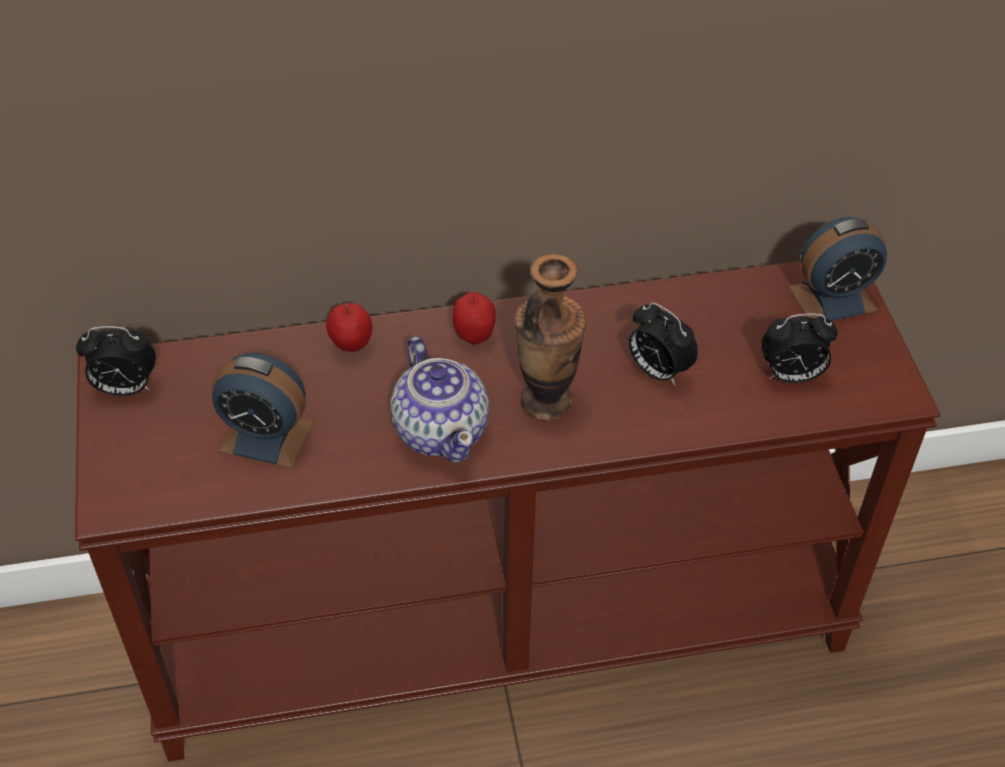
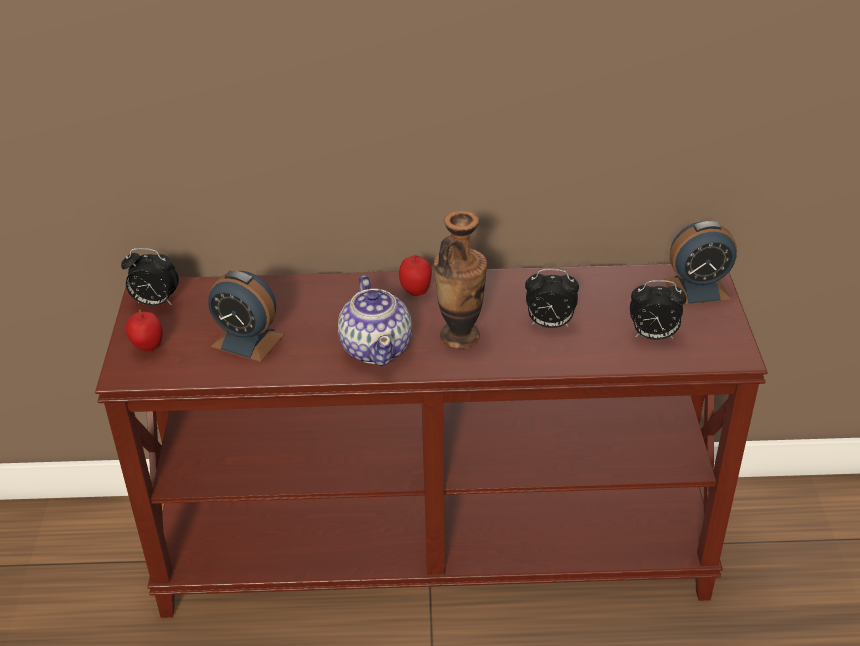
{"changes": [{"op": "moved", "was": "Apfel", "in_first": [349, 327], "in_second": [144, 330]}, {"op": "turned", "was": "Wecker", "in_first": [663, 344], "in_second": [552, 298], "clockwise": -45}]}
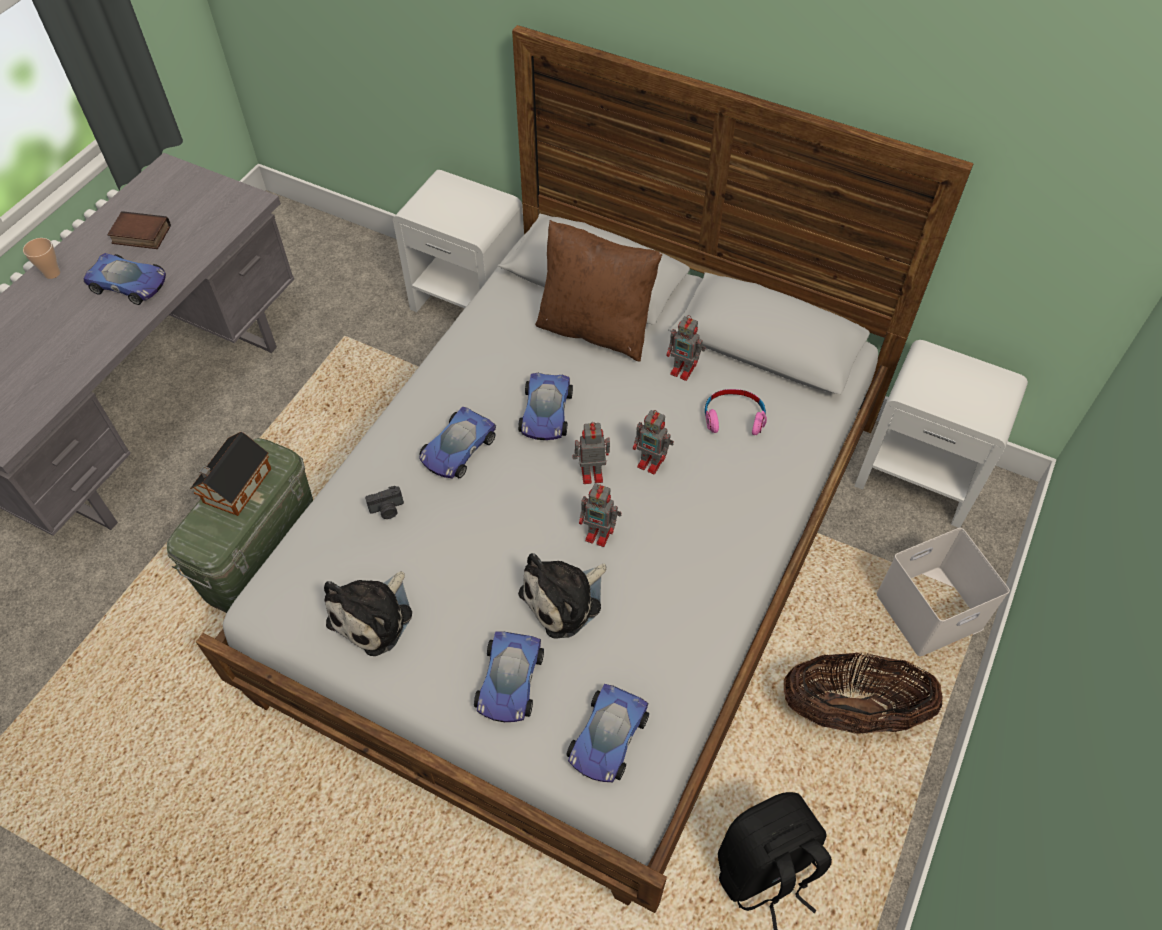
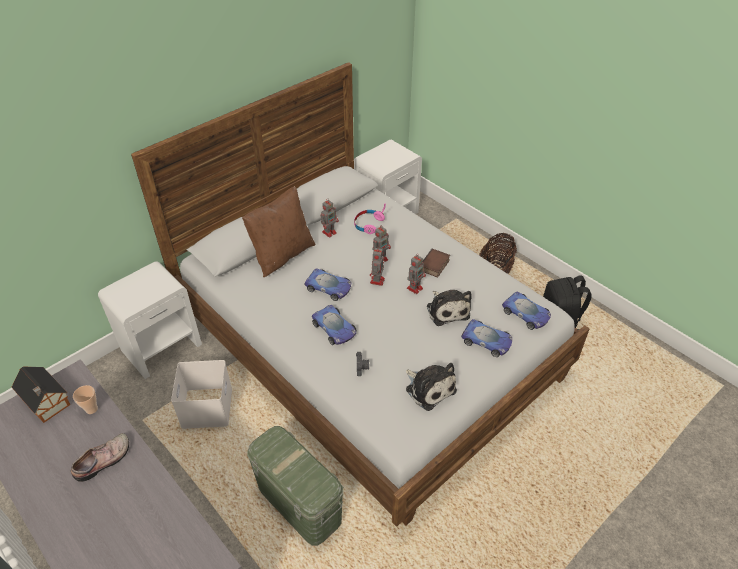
{"changes": [{"op": "moved", "was": "Tasse", "in_first": [41, 258], "in_second": [85, 399]}, {"op": "moved", "was": "Buch", "in_first": [139, 230], "in_second": [436, 263]}, {"op": "moved", "was": "Spielzeughaus", "in_first": [230, 474], "in_second": [41, 395]}, {"op": "moved", "was": "Aufbewahrungsbox (weiß)", "in_first": [943, 592], "in_second": [201, 394]}, {"op": "replaced", "was": "Spielzeugauto", "now": "Schuh", "in_first": [125, 279], "in_second": [100, 457]}]}
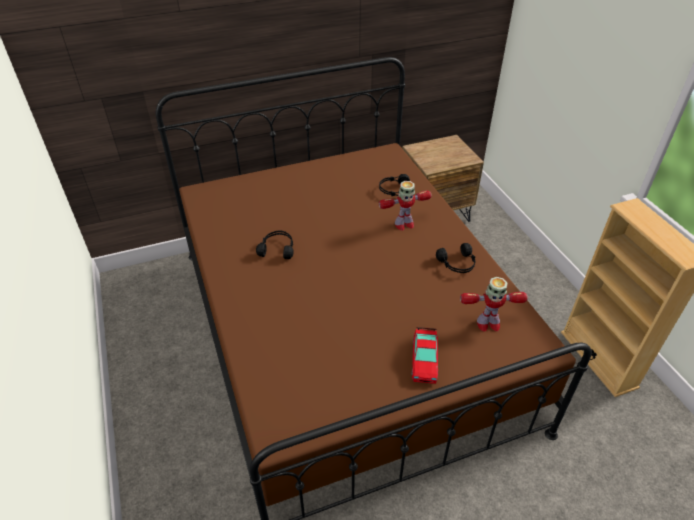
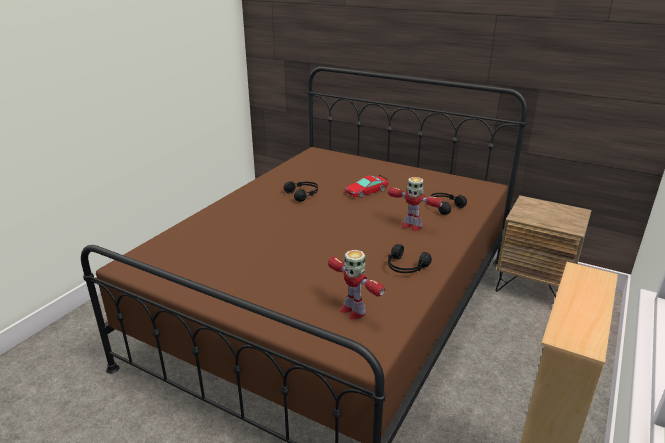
{"changes": [{"op": "moved", "was": "Spielzeugauto", "in_first": [424, 355], "in_second": [366, 186]}]}
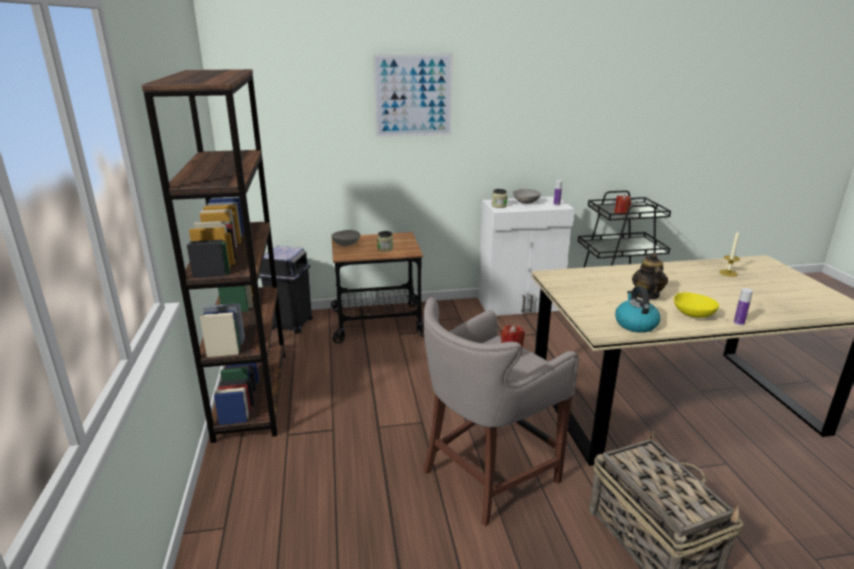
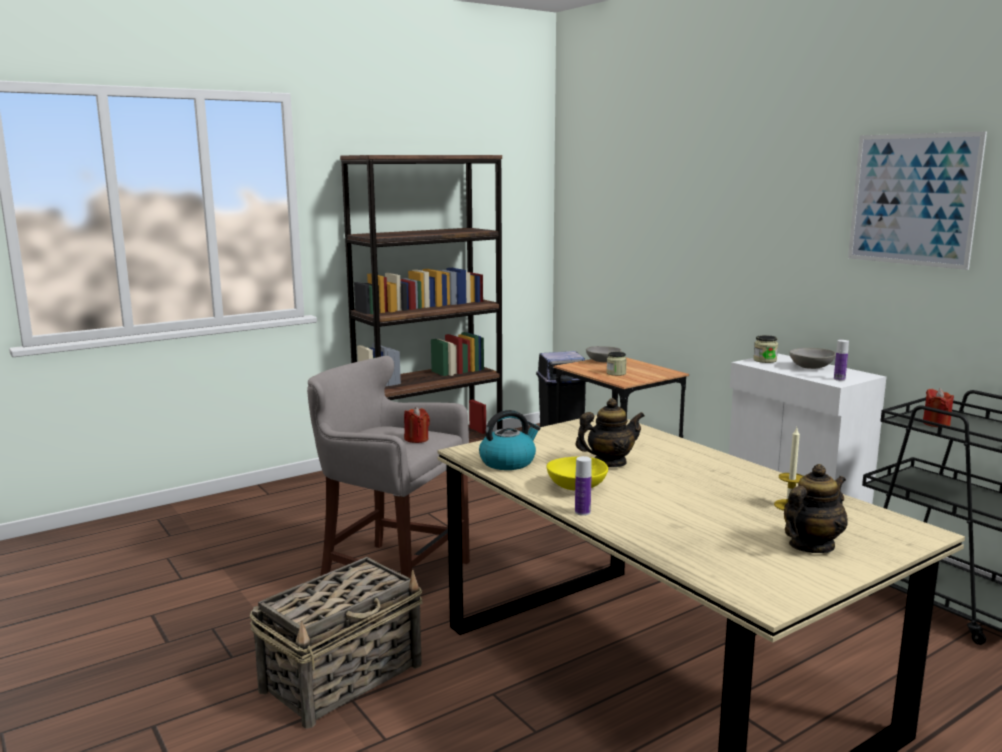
{"changes": [{"op": "added", "now": "Teekanne", "in_second": [816, 508]}, {"op": "moved", "was": "Bild", "in_first": [413, 95], "in_second": [917, 200]}]}
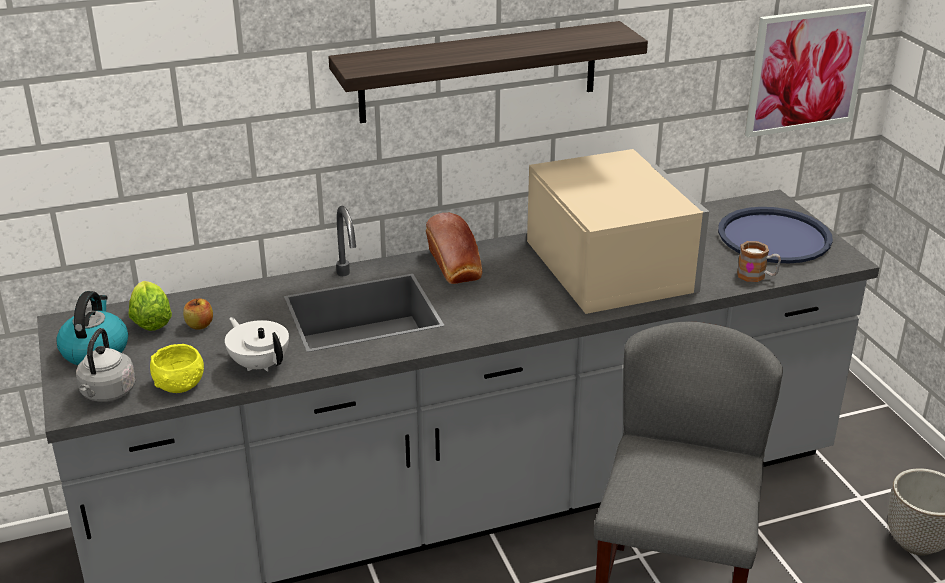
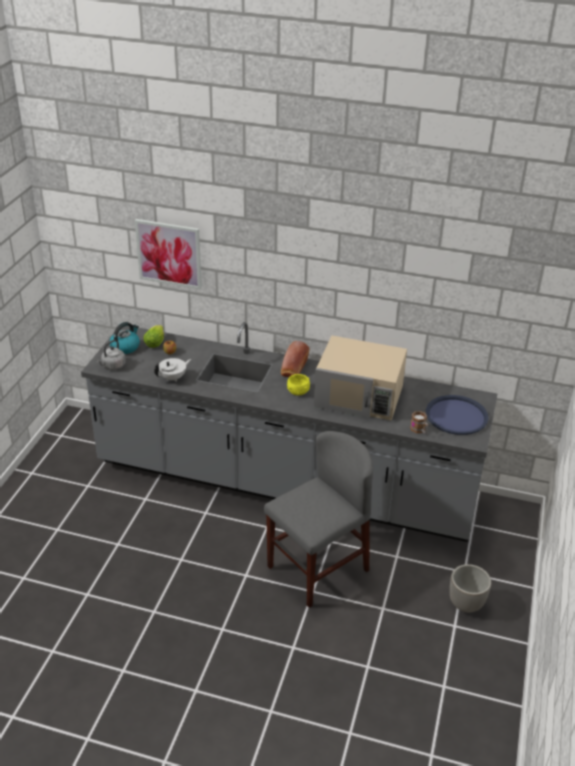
{"changes": [{"op": "removed", "was": "Wandregal", "in_first": [488, 72]}, {"op": "moved", "was": "Schüssel (gelb)", "in_first": [177, 368], "in_second": [298, 385]}, {"op": "moved", "was": "Bild", "in_first": [809, 70], "in_second": [168, 254]}, {"op": "turned", "was": "Teekanne (weiß)", "in_first": [257, 344], "in_second": [172, 370], "clockwise": 60}, {"op": "turned", "was": "Mikrowelle (beige)", "in_first": [618, 231], "in_second": [360, 378], "clockwise": 90}]}
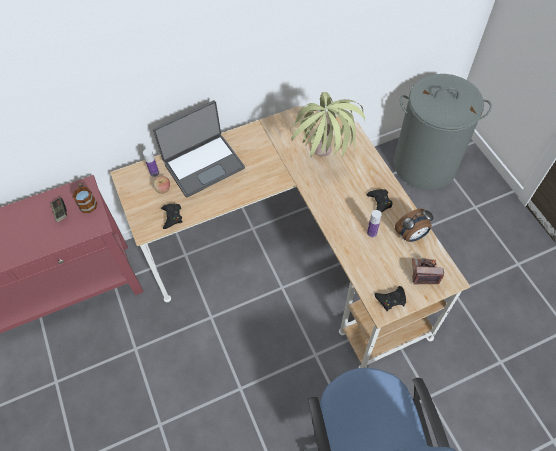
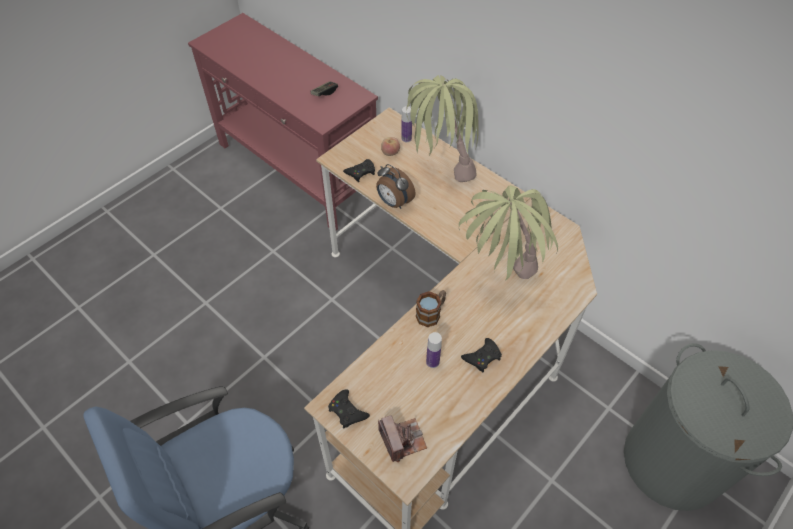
{"changes": [{"op": "moved", "was": "Henkelbecher", "in_first": [84, 197], "in_second": [431, 308]}, {"op": "moved", "was": "Wecker", "in_first": [414, 225], "in_second": [396, 186]}, {"op": "replaced", "was": "Laptop", "now": "Topfpflanze", "in_first": [199, 149], "in_second": [442, 128]}]}
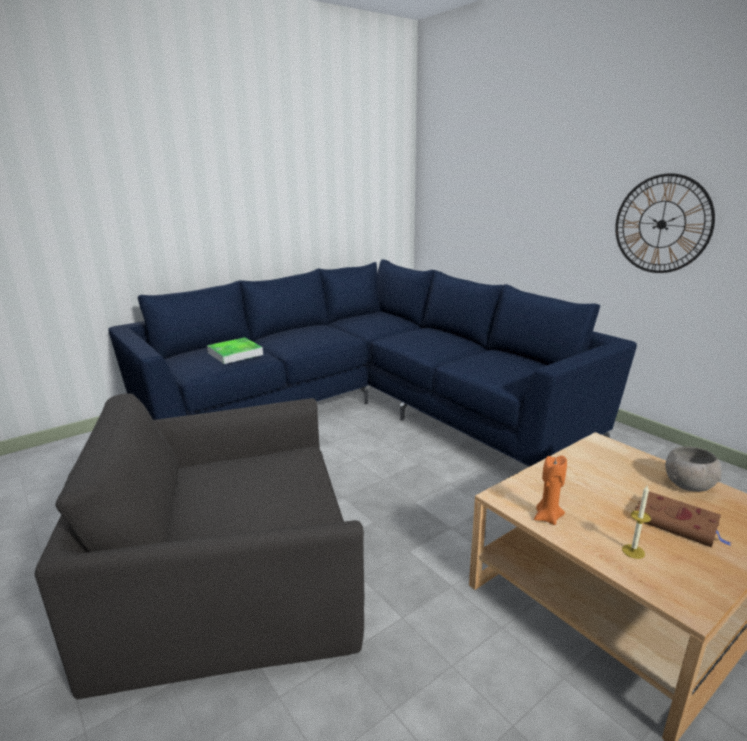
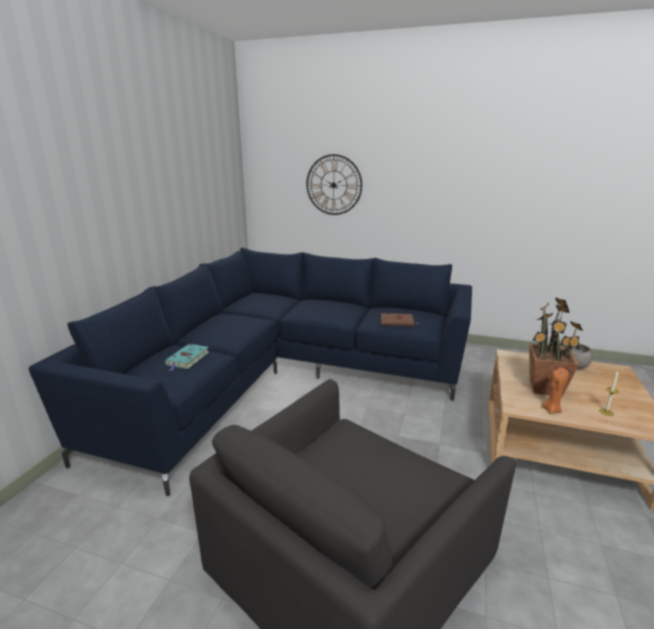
{"changes": [{"op": "added", "now": "Topfpflanze", "in_second": [556, 347]}, {"op": "moved", "was": "Wanduhr", "in_first": [665, 223], "in_second": [334, 184]}, {"op": "moved", "was": "Buch (braun)", "in_first": [682, 519], "in_second": [400, 319]}, {"op": "replaced", "was": "Tablett", "now": "Buch (türkis)", "in_first": [235, 350], "in_second": [187, 357]}]}
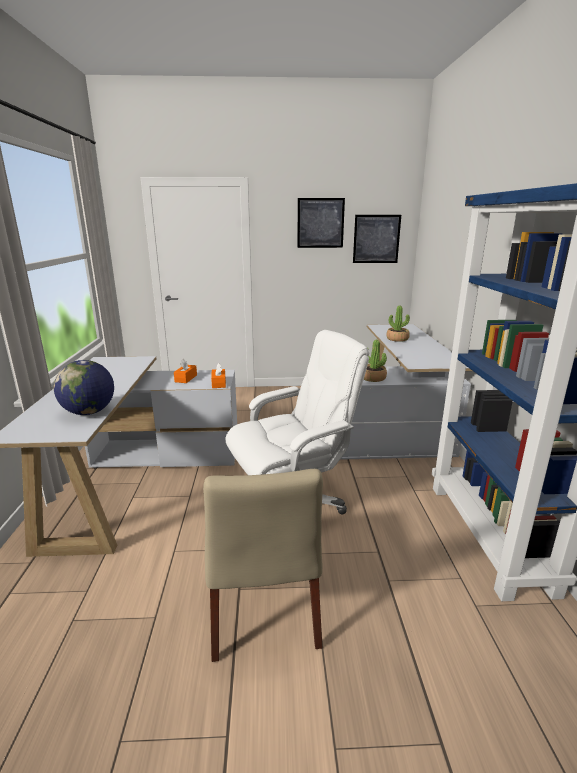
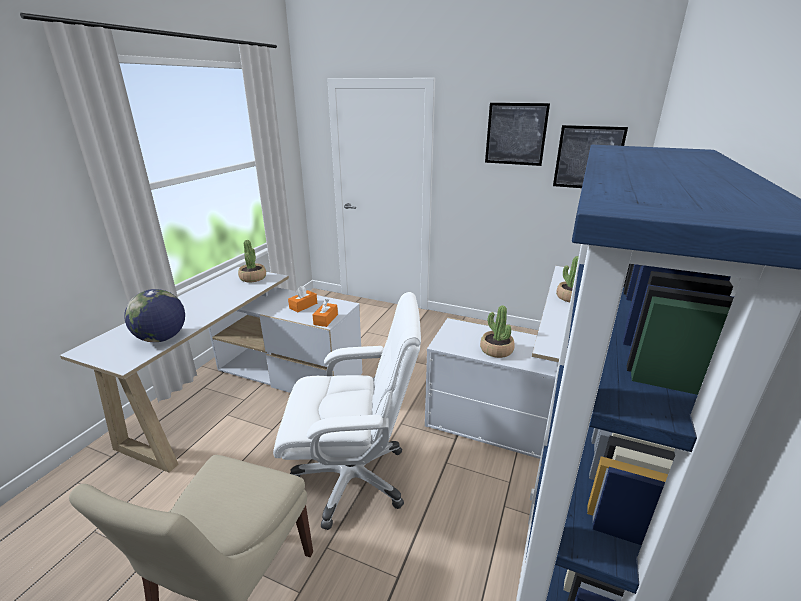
{"changes": [{"op": "added", "now": "Topfpflanze", "in_second": [252, 261]}]}
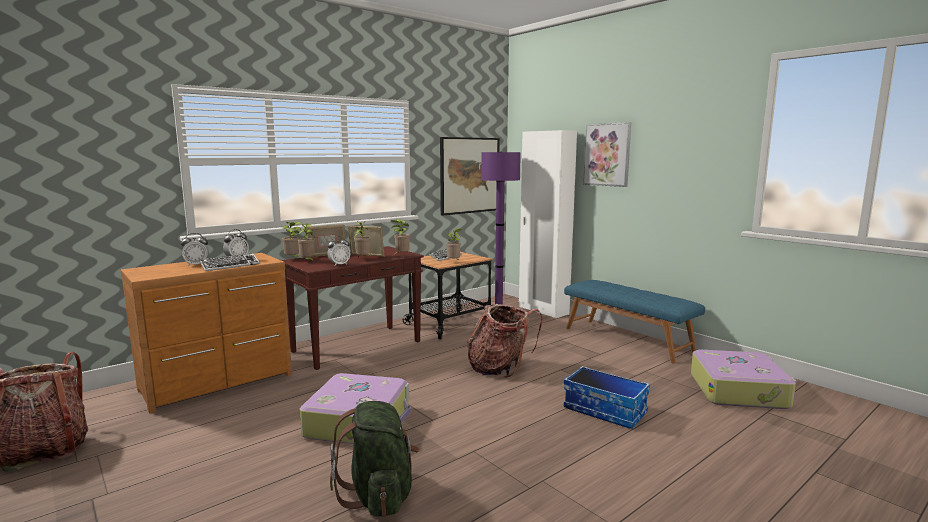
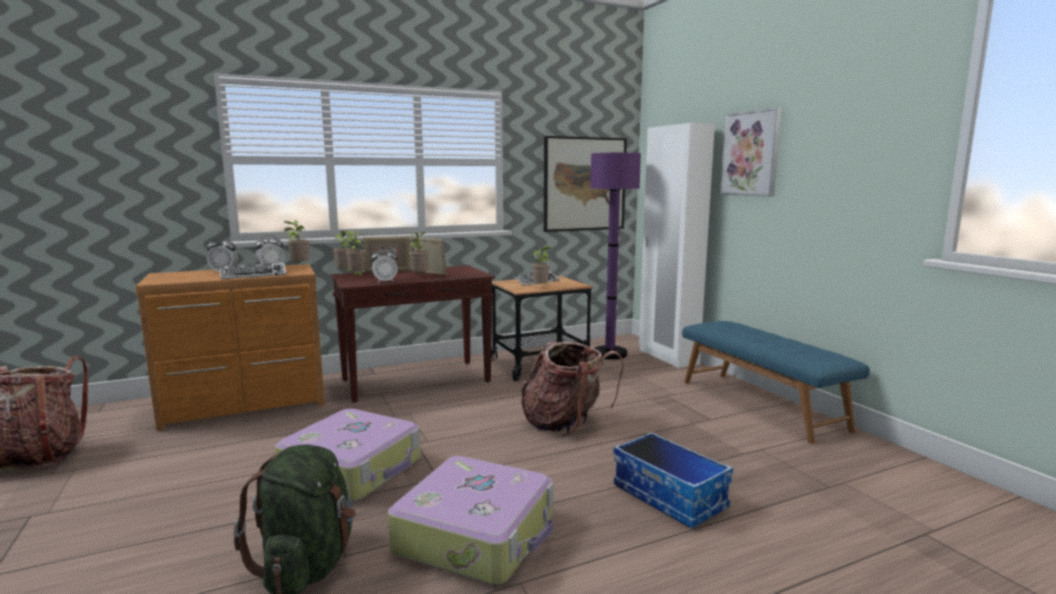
{"changes": [{"op": "moved", "was": "Topfpflanze", "in_first": [400, 236], "in_second": [296, 243]}, {"op": "moved", "was": "Koffer", "in_first": [743, 379], "in_second": [471, 520]}]}
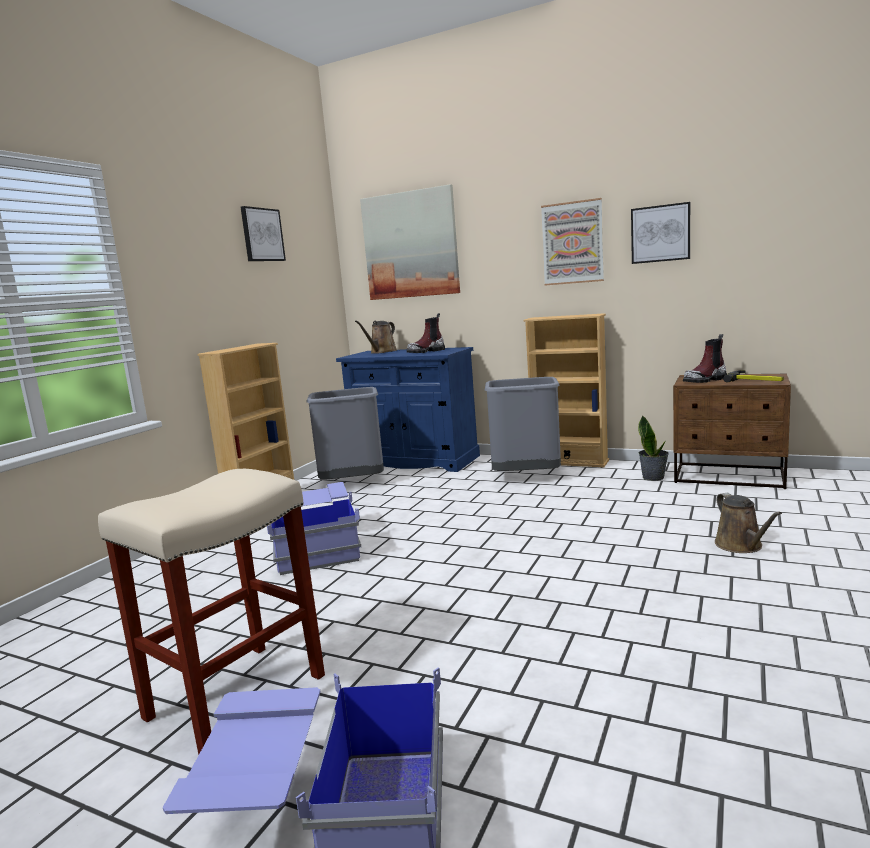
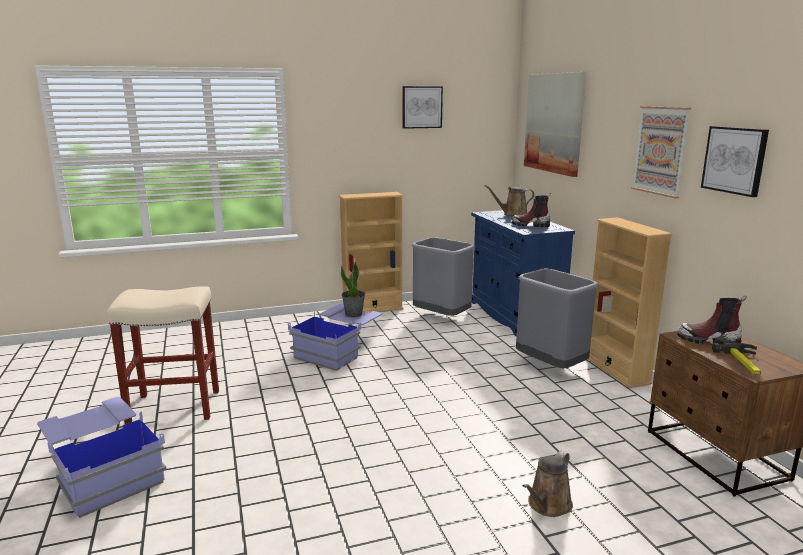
{"changes": [{"op": "moved", "was": "Topfpflanze", "in_first": [653, 448], "in_second": [353, 289]}]}
